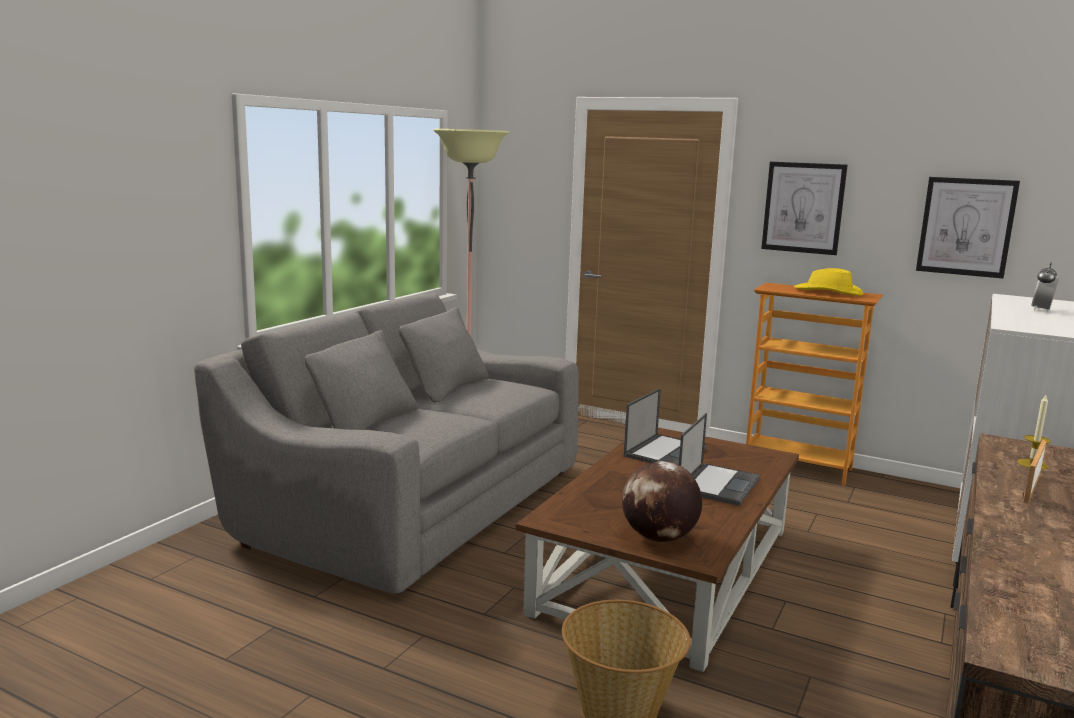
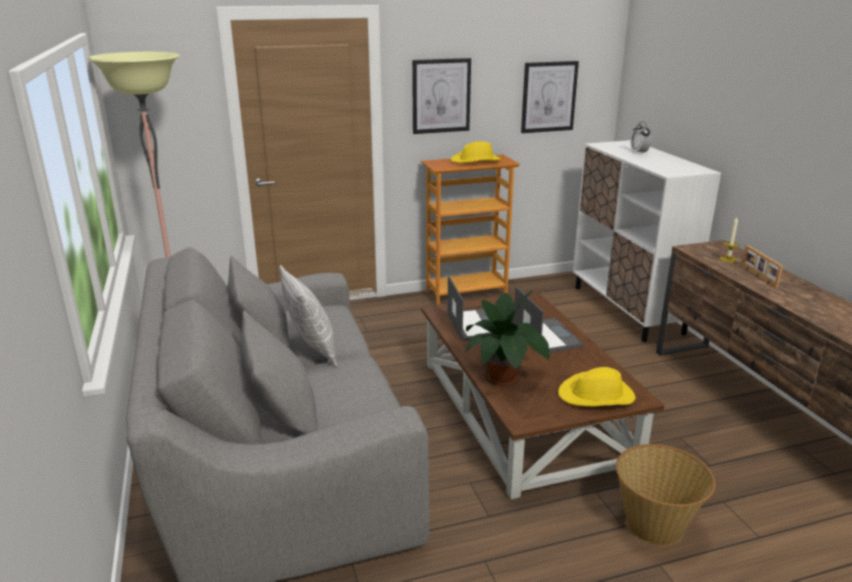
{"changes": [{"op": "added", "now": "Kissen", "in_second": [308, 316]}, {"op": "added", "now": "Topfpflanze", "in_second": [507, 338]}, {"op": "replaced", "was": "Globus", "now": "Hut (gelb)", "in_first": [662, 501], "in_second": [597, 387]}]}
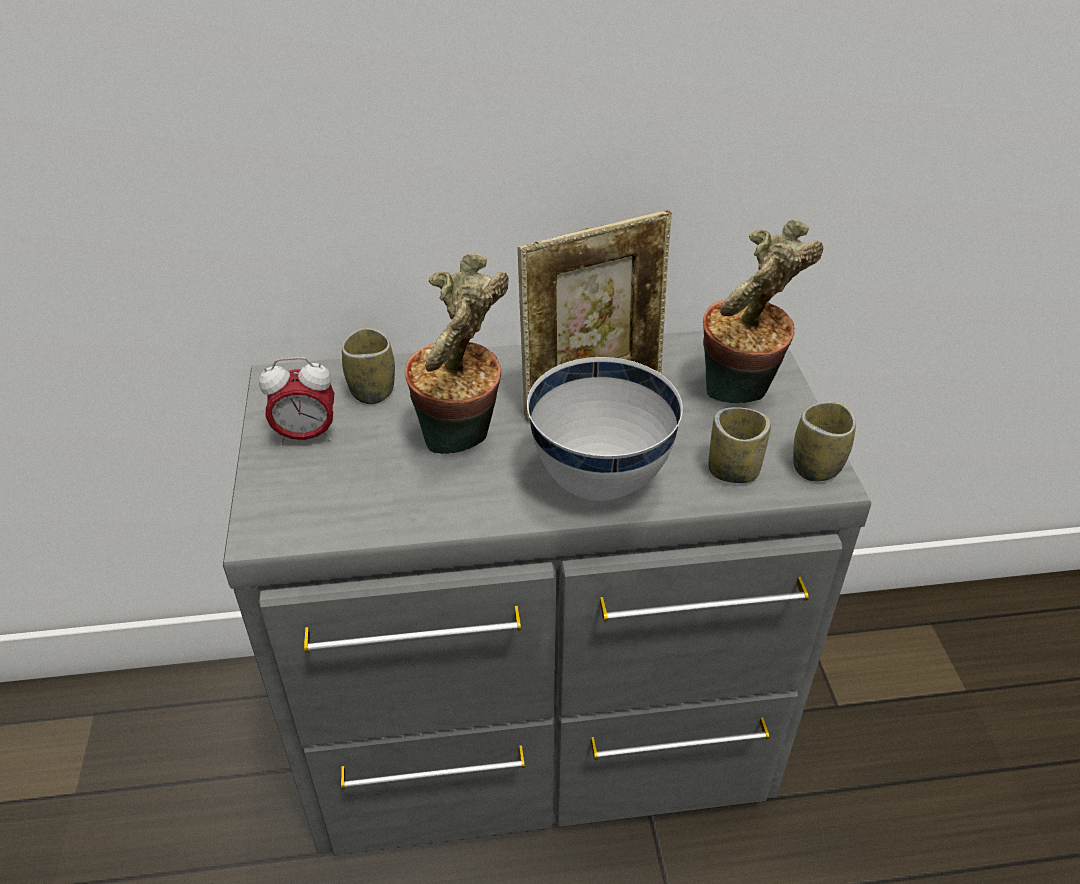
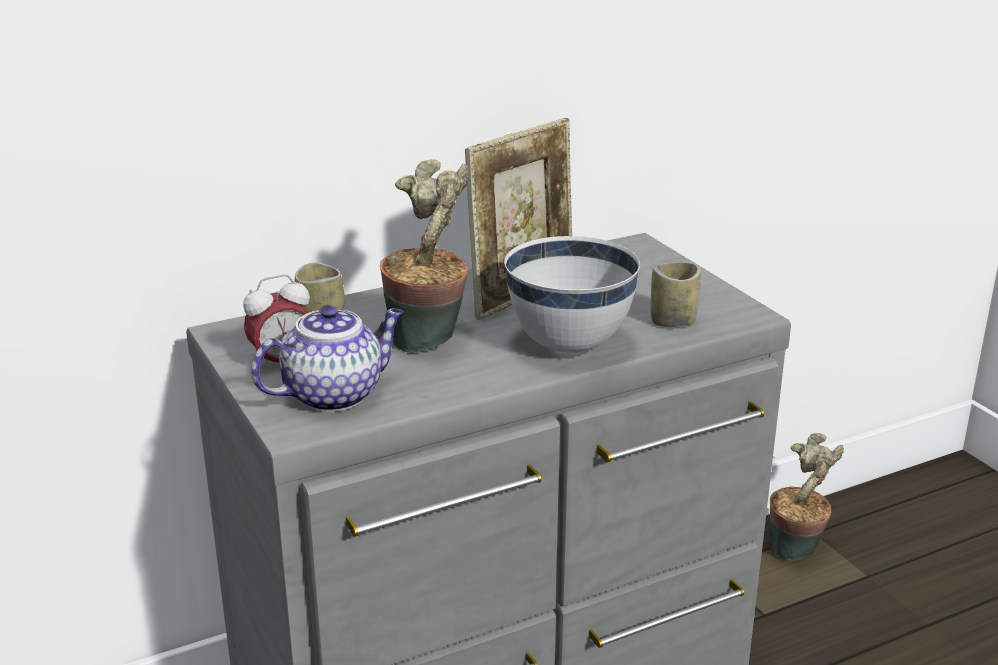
{"changes": [{"op": "removed", "was": "Tasse", "in_first": [824, 441]}, {"op": "added", "now": "Teekanne", "in_second": [327, 358]}, {"op": "moved", "was": "Topfpflanze", "in_first": [763, 311], "in_second": [806, 497]}]}
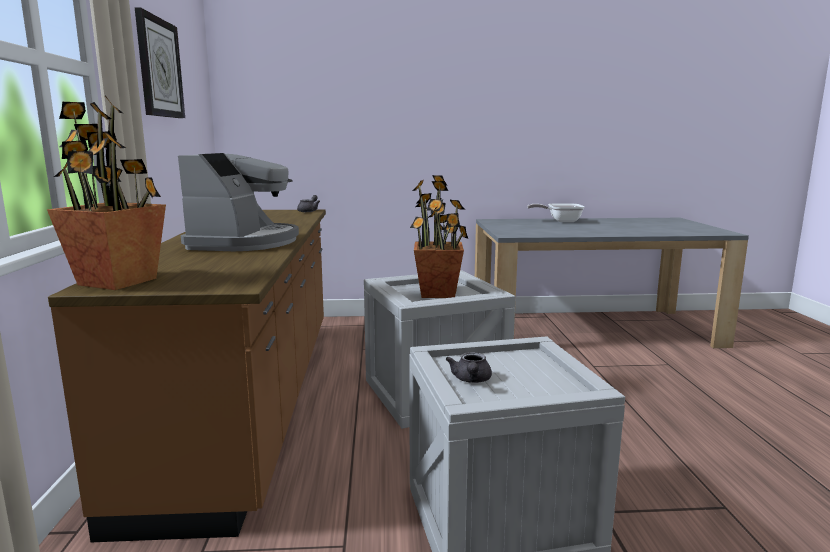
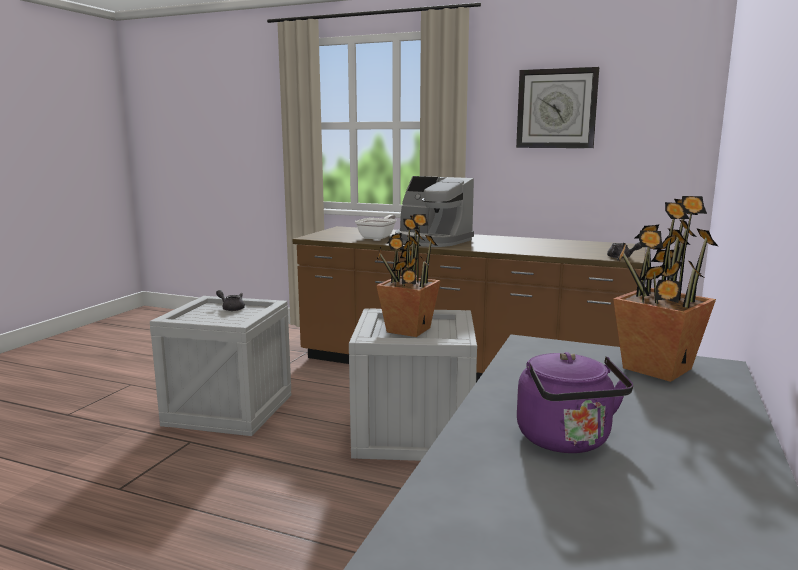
{"changes": [{"op": "added", "now": "Wasserkessel (lila)", "in_second": [575, 402]}, {"op": "moved", "was": "Topfpflanze", "in_first": [106, 192], "in_second": [665, 289]}, {"op": "moved", "was": "Pfanne", "in_first": [556, 213], "in_second": [375, 227]}]}
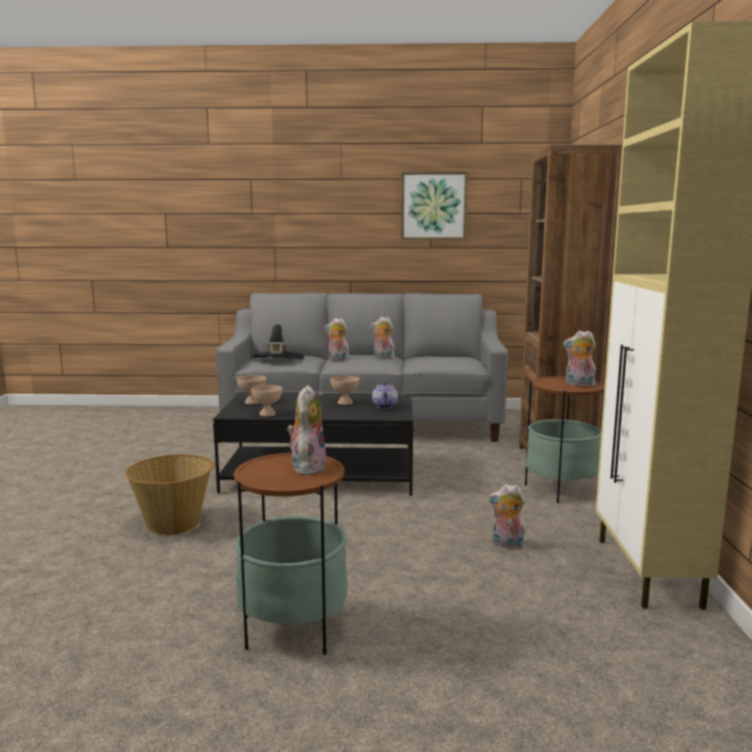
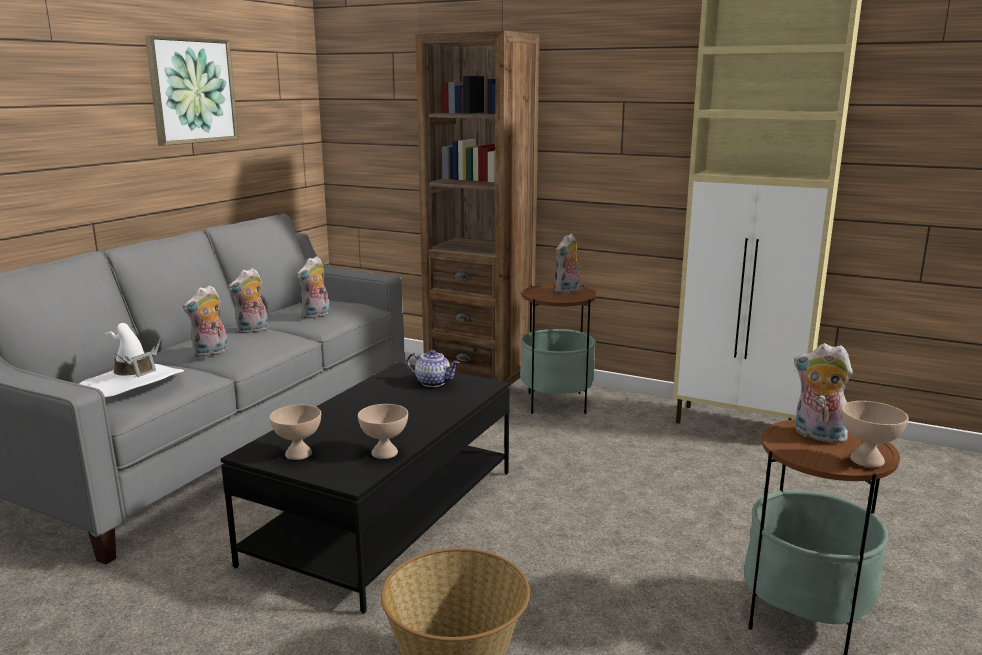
{"changes": [{"op": "moved", "was": "Schüssel (beige)", "in_first": [344, 390], "in_second": [875, 434]}, {"op": "moved", "was": "Plüschtier", "in_first": [507, 516], "in_second": [313, 287]}, {"op": "recoloured", "was": "Hut (schwarz)", "now": "Hut (weiß)", "in_first": [277, 341], "in_second": [131, 360]}]}
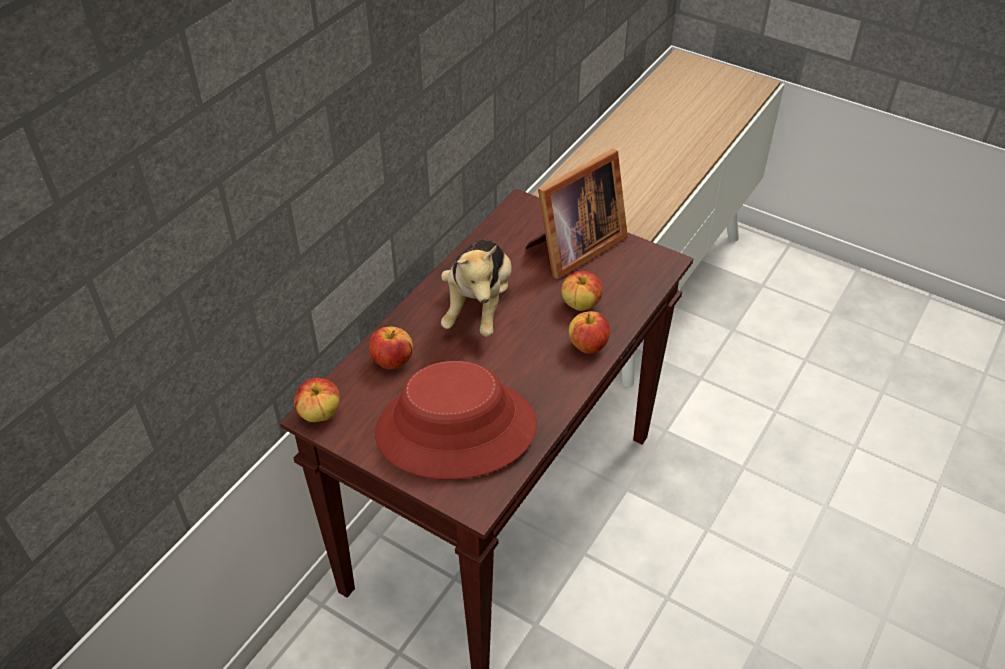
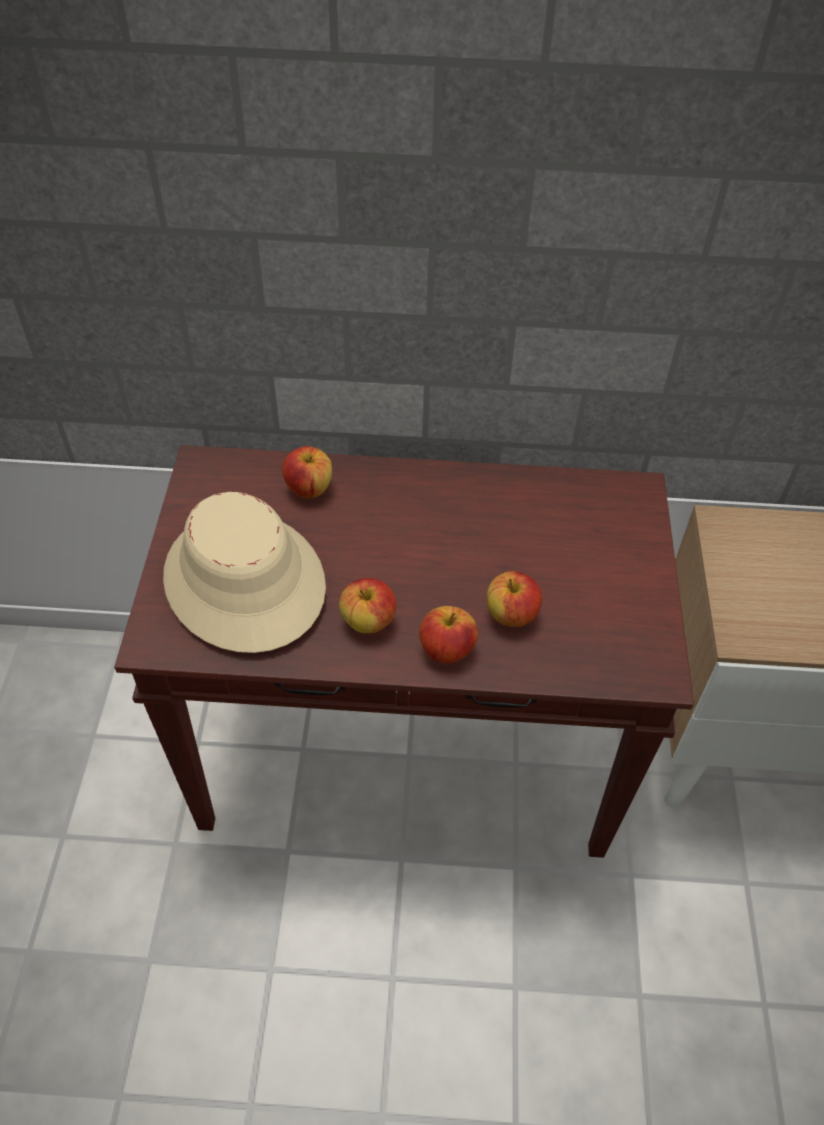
{"changes": [{"op": "removed", "was": "Plüschtier", "in_first": [476, 288]}, {"op": "removed", "was": "Bilderrahmen", "in_first": [576, 214]}, {"op": "moved", "was": "Apfel", "in_first": [317, 400], "in_second": [368, 605]}, {"op": "recoloured", "was": "Hut (rot)", "now": "Hut (beige)", "in_first": [456, 420], "in_second": [244, 572]}]}
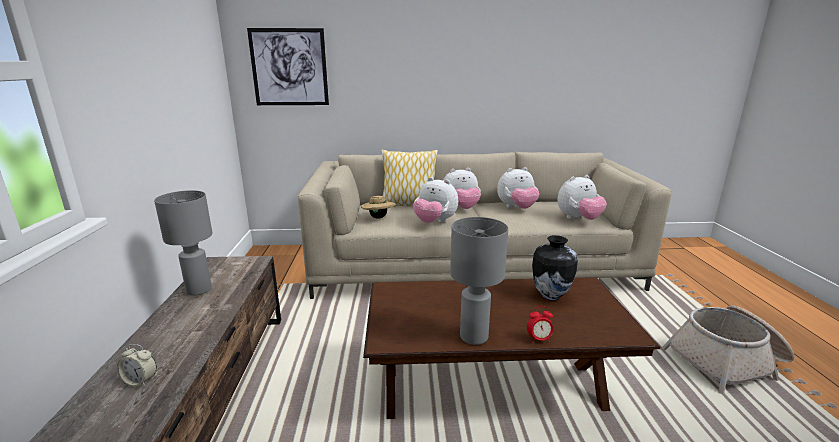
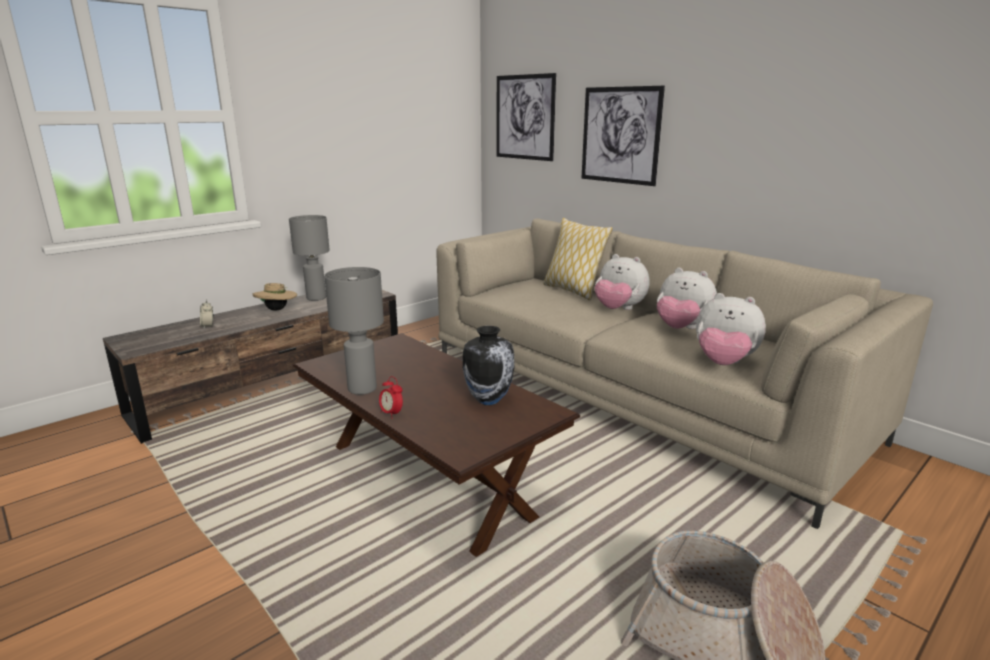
{"changes": [{"op": "removed", "was": "Plüschtier", "in_first": [435, 200]}, {"op": "added", "now": "Bild", "in_second": [623, 136]}, {"op": "moved", "was": "Hut (beige)", "in_first": [378, 207], "in_second": [275, 297]}]}
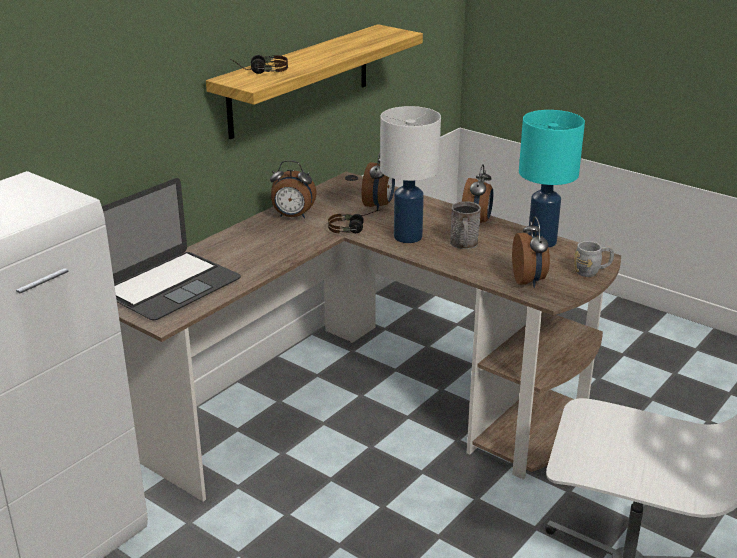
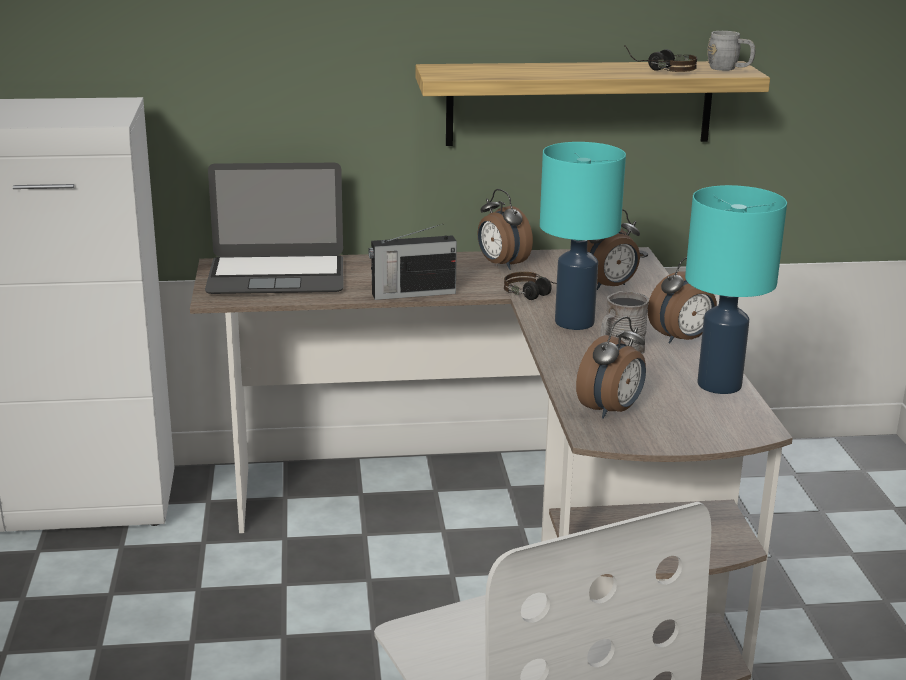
{"changes": [{"op": "added", "now": "Radio", "in_second": [412, 262]}, {"op": "moved", "was": "Kopfhörer", "in_first": [259, 64], "in_second": [661, 59]}, {"op": "moved", "was": "Henkelbecher (grau)", "in_first": [594, 259], "in_second": [731, 51]}, {"op": "recoloured", "was": "Tischlampe (weiß)", "now": "Tischlampe (türkis)", "in_first": [410, 174], "in_second": [583, 236]}]}
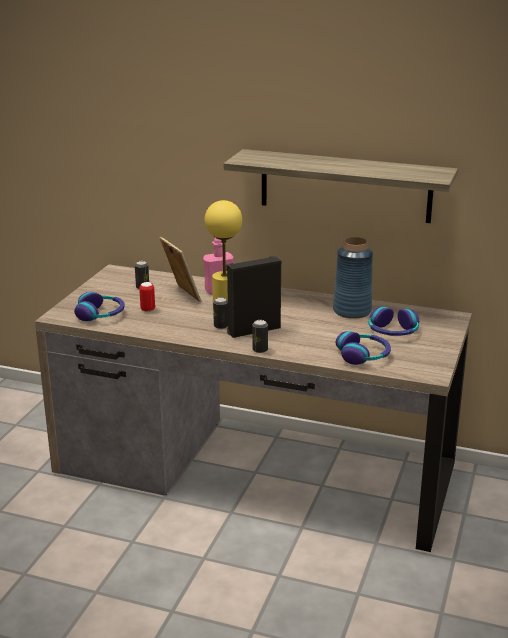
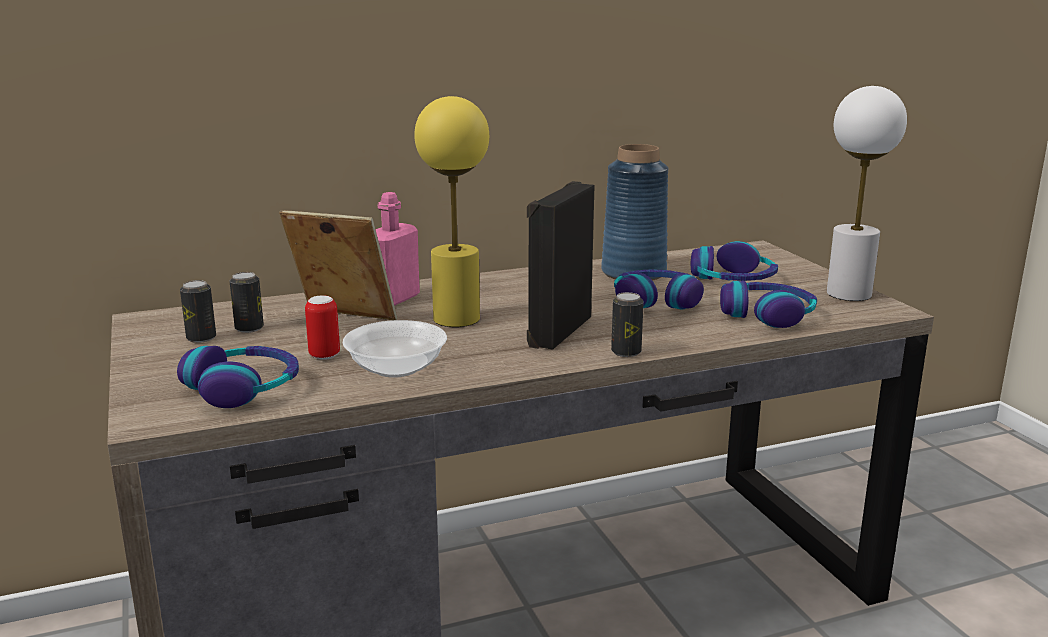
{"changes": [{"op": "removed", "was": "Wandregal", "in_first": [341, 186]}, {"op": "added", "now": "Schüssel", "in_second": [395, 349]}, {"op": "added", "now": "Kopfhörer", "in_second": [659, 290]}, {"op": "added", "now": "Tischlampe (weiß)", "in_second": [867, 193]}, {"op": "moved", "was": "Dose", "in_first": [220, 313], "in_second": [198, 311]}]}
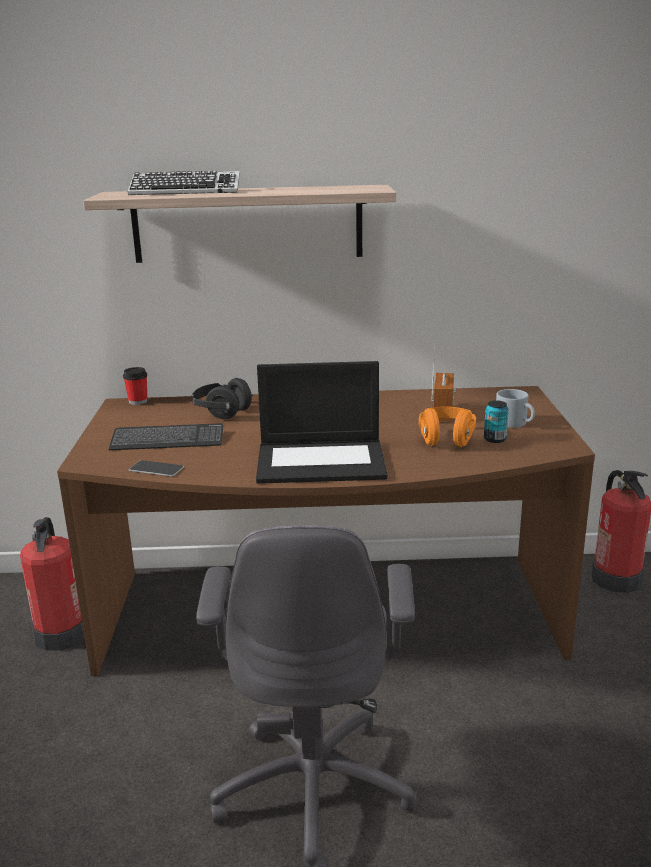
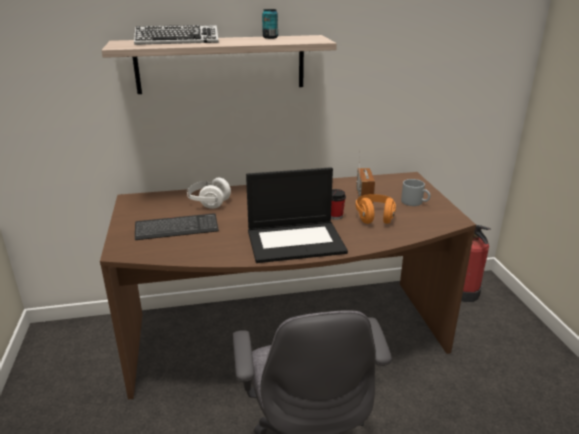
{"changes": [{"op": "removed", "was": "Feuerlöscher", "in_first": [52, 584]}, {"op": "removed", "was": "Handy", "in_first": [156, 468]}, {"op": "moved", "was": "Tasse", "in_first": [135, 386], "in_second": [338, 204]}, {"op": "moved", "was": "Dose", "in_first": [496, 421], "in_second": [270, 24]}, {"op": "recoloured", "was": "Kopfhörer (schwarz)", "now": "Kopfhörer (weiß)", "in_first": [222, 398], "in_second": [209, 193]}]}
